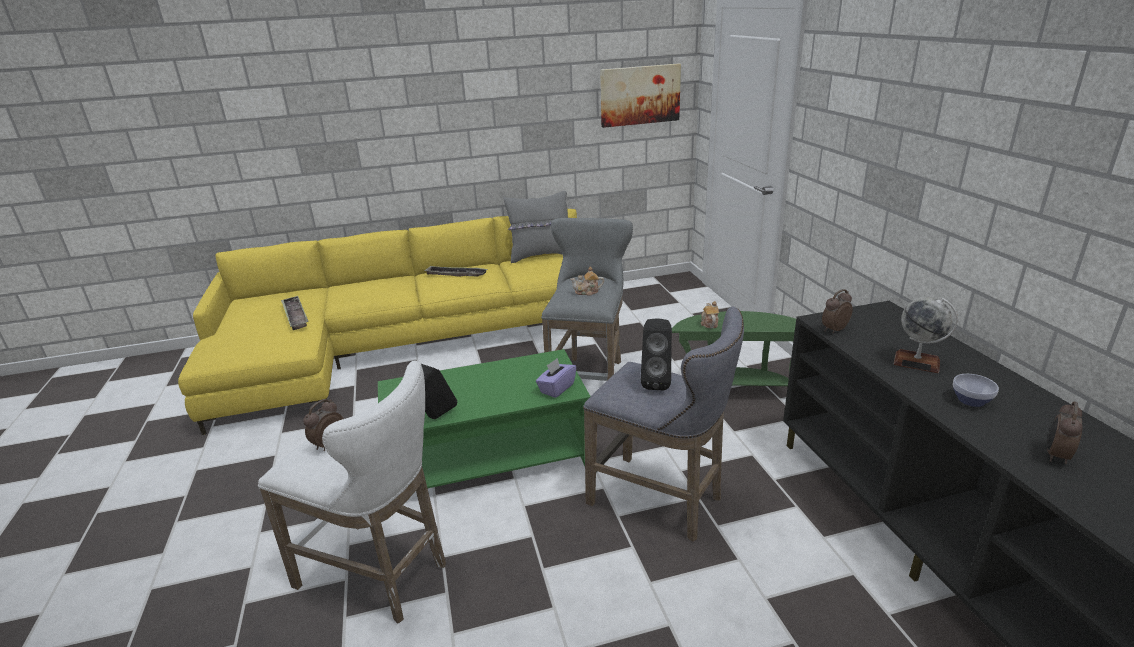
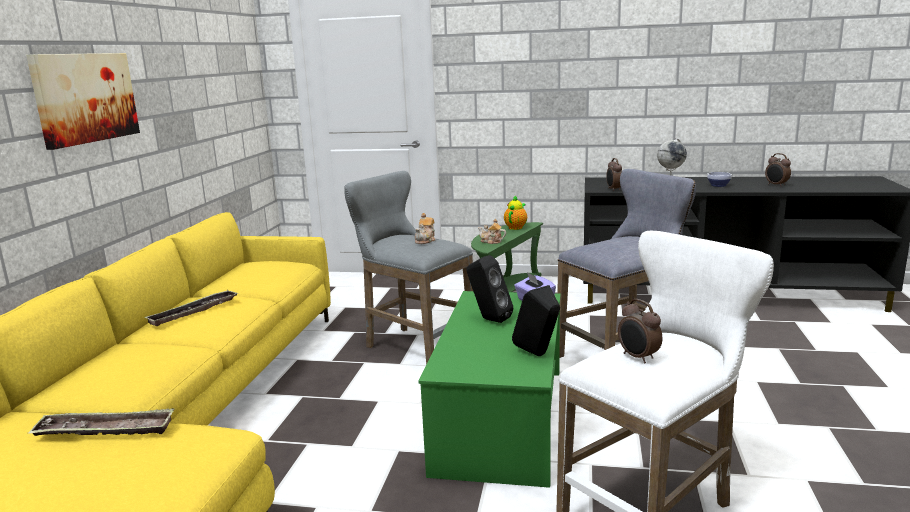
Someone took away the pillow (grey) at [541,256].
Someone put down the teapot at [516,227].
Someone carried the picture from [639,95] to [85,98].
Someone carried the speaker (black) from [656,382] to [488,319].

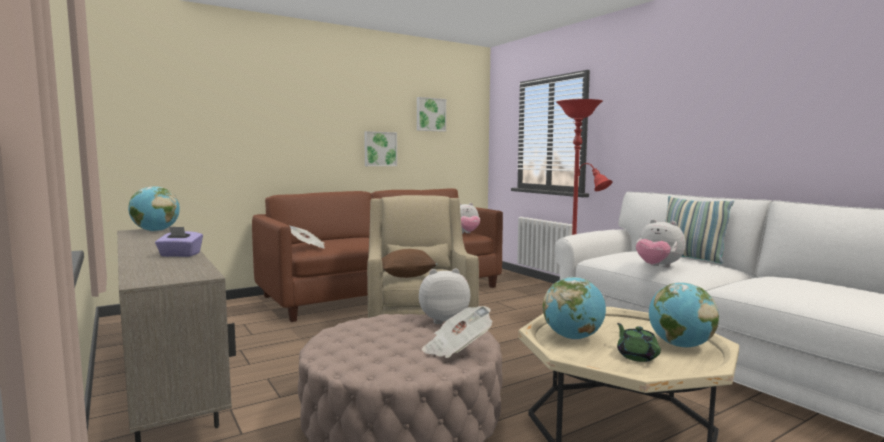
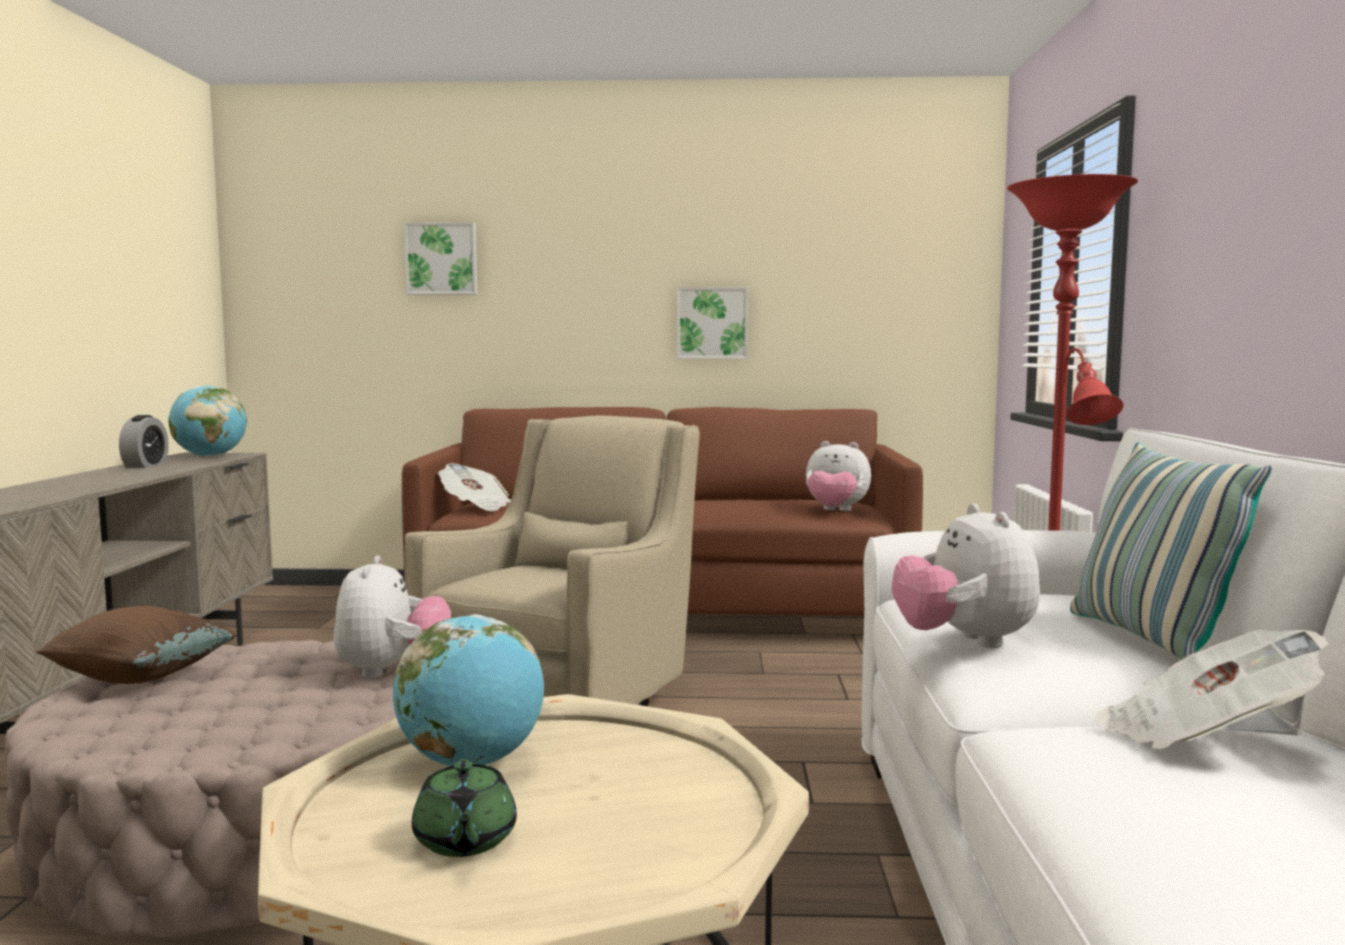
Someone took away the tissue box (purple) at [180,255].
Someone took away the globe at [680,345].
Someone put down the alarm clock at [145,465].
Someone carried the pillow (brown) from [407,276] to [140,677].
Someone carried the picture from [430,114] to [442,259].
Someone carried the newspaper from [456,349] to [1202,737].
Someone rotated the plush toy at [443,320] by 60 degrees clockwise.
Someone rotated the teapot (green) at [637,356] by 150 degrees clockwise.

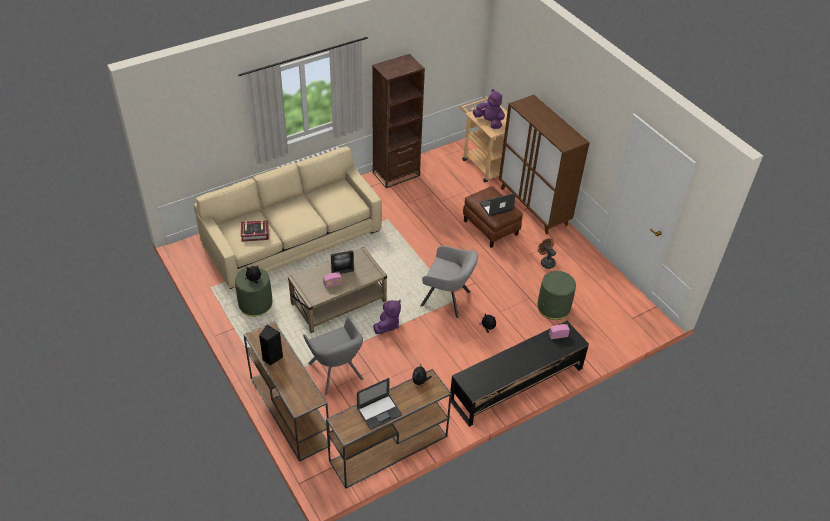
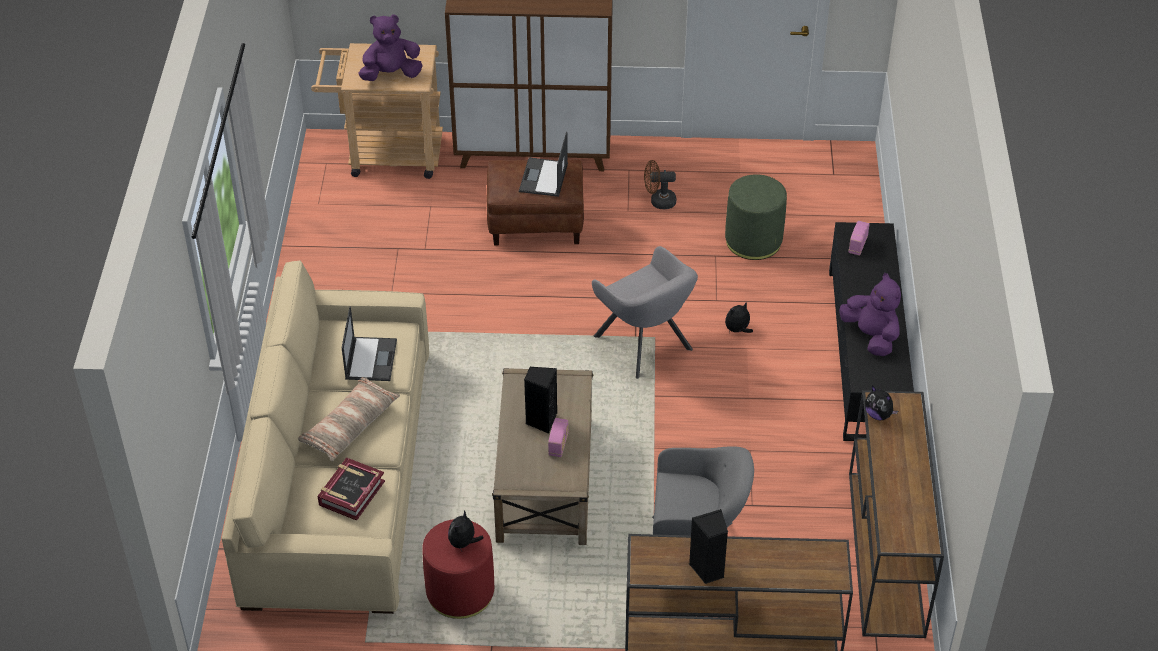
Someone took away the bookcase (brown) at [396,174].
Someone put down the pillow at [349,425].
Someone carried the laptop from [379,411] to [371,359].
Someone carried the plush toy (purple) from [387,325] to [871,336].
Someone swapped the picture frame at [342,272] for the speaker (black) at [541,420].
Someone repainted the ottoman (green) at [255,304], which became the ottoman (red) at [460,592].
Someone rotated the armchair (grey) at [447,299] by 90 degrees clockwise.

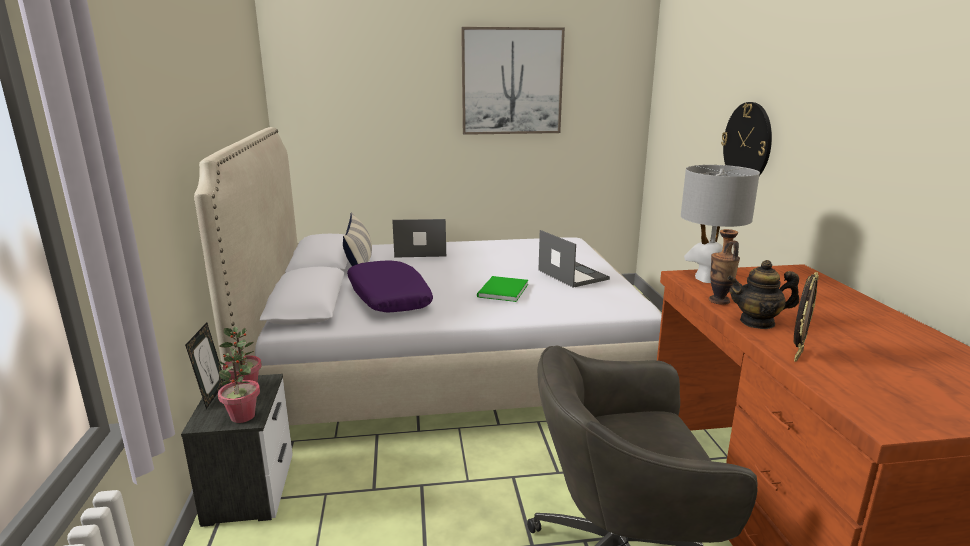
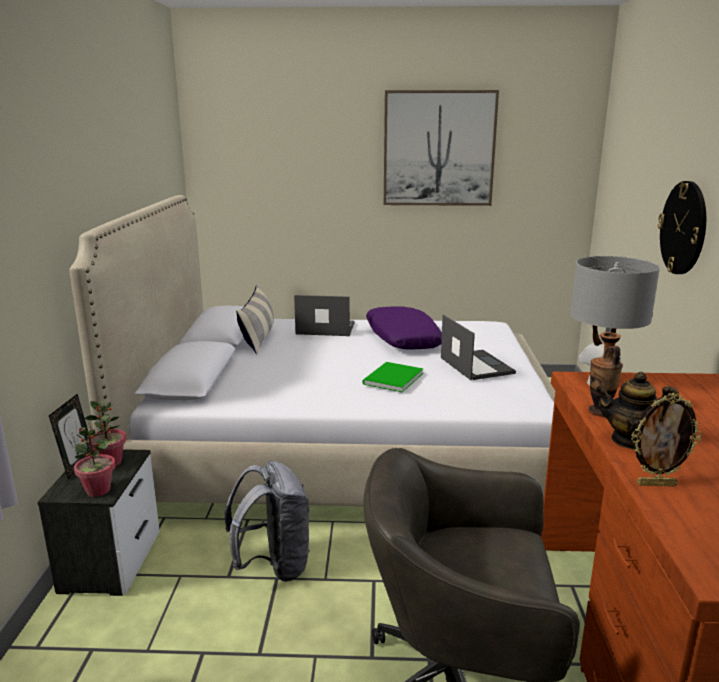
Someone put down the backpack (grey) at [273,566].
Someone carried the pillow (purple) from [388,297] to [402,338].
Someone rotated the picture frame at [797,355] by 45 degrees clockwise.

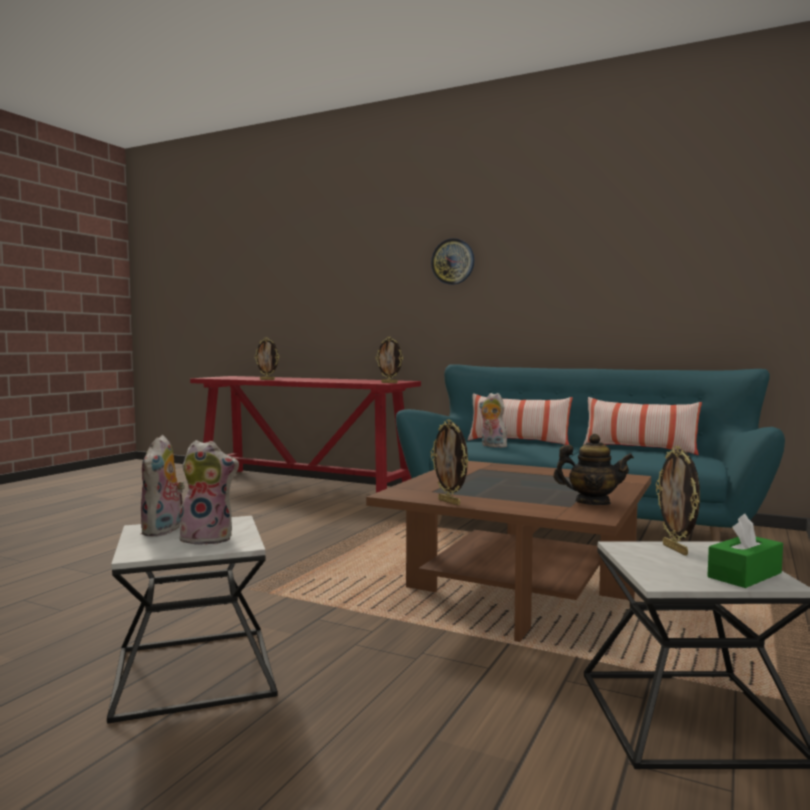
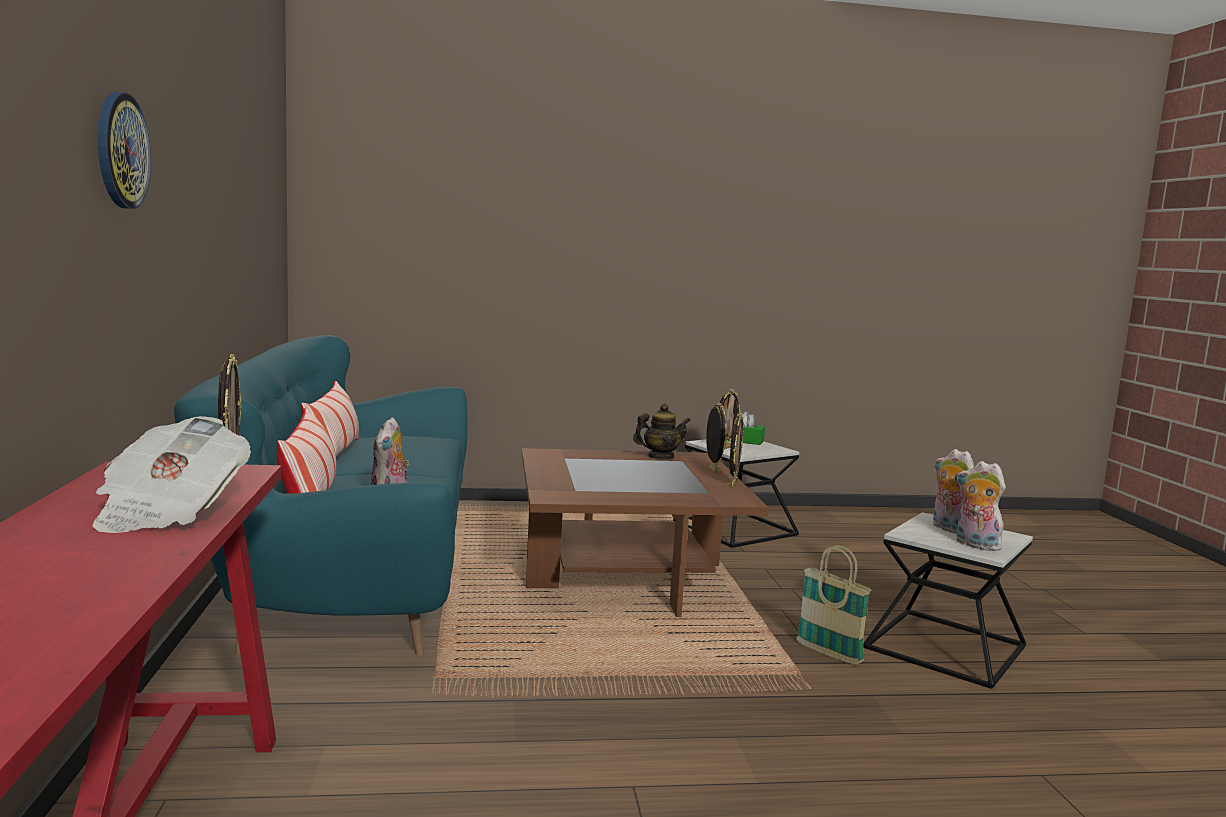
Someone put down the newspaper at [168,512].
Someone put down the basket at [828,653].
Someone carried the picture frame from [267,379] to [713,470].
Someone rotated the plush toy at [164,531] by 105 degrees counterclockwise.
Someone rotated the teapot at [592,502] by 90 degrees clockwise.

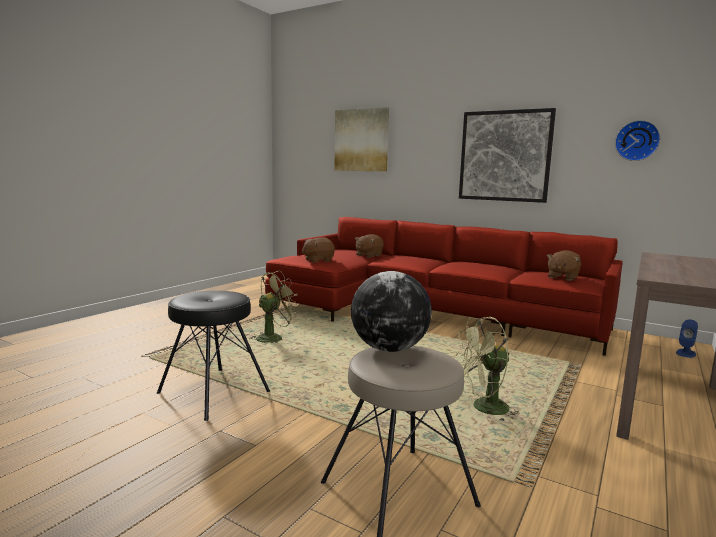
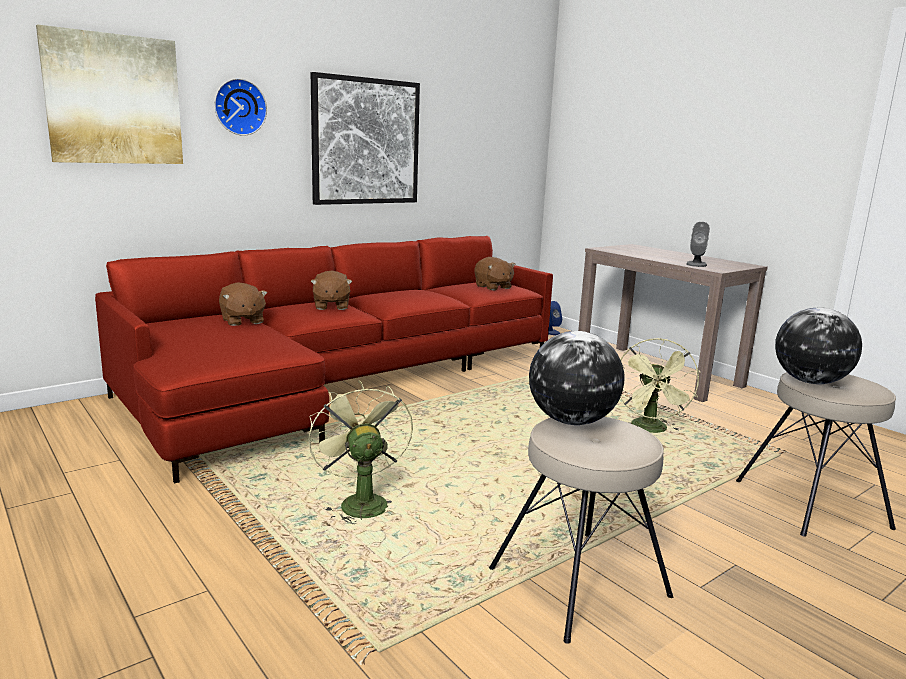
Someone put down the globe at [572,421].
Someone put down the speaker (grey) at [696,264].
Someone carried the plush toy (brown) from [318,260] to [331,306].
Someone carried the wall clock from [637,141] to [239,107].
Someone repainted the stool (black) at [213,393], which became the stool (beige) at [580,583].

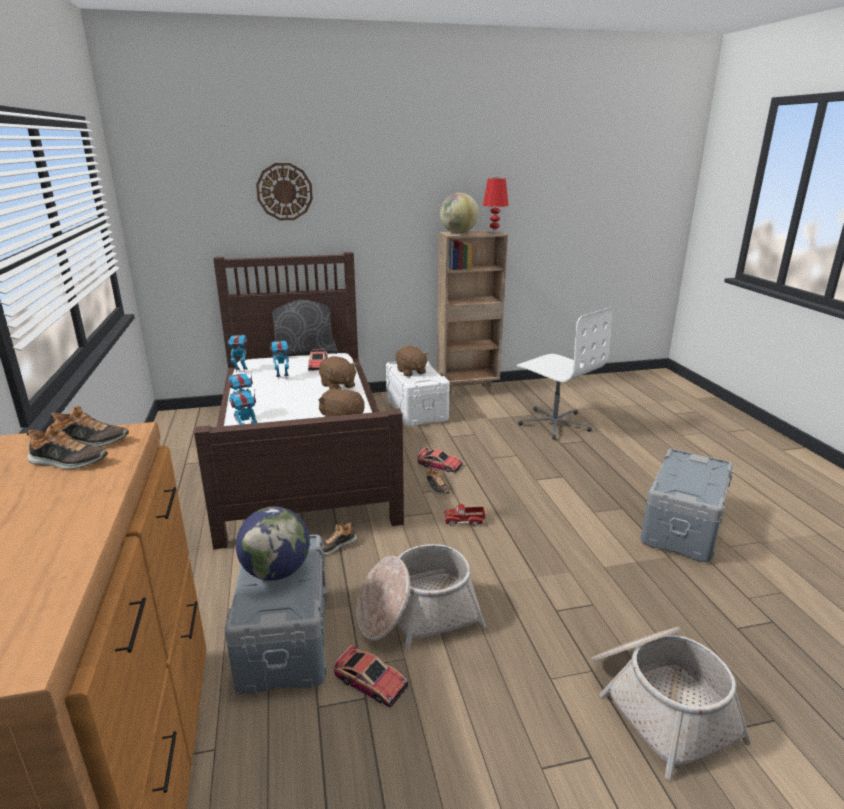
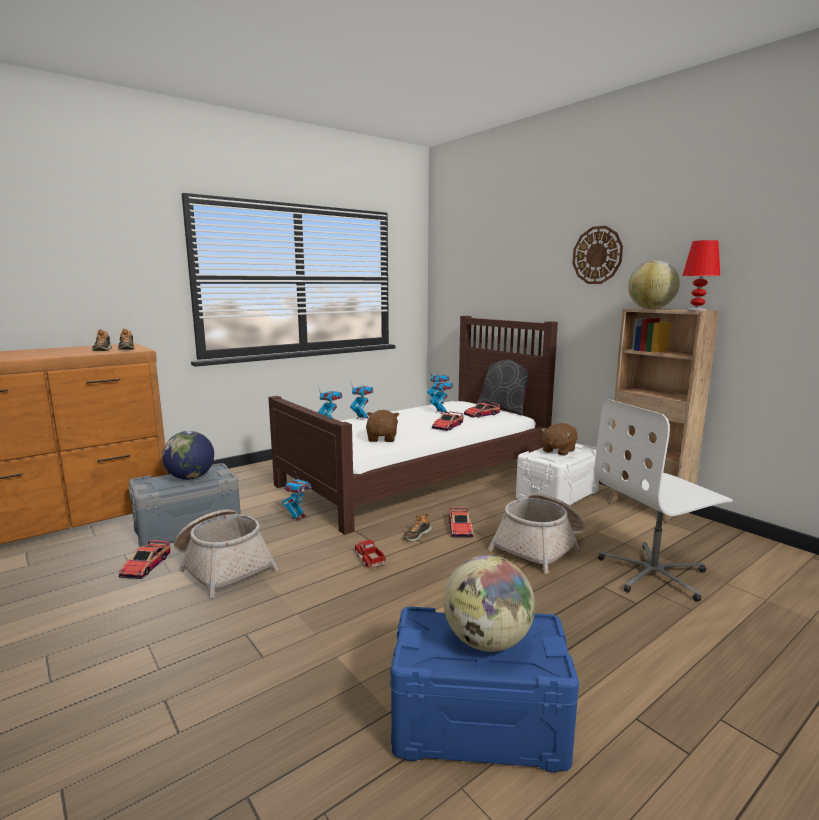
Someone put down the globe at [486,641].
Someone carried the wall clock from [284,191] to [597,255].
Someone carried the basket from [659,704] to [540,546].
Someone swapped the plush toy (brown) at [337,386] for the toy car at [447,426].
Someone swapped the shoe at [336,546] for the toy robot at [298,517].
Someone repainted the storage box (grey) at [681,527], which became the storage box (blue) at [478,721].
Someone rotated the office chair (white) at [554,423] by 45 degrees clockwise.

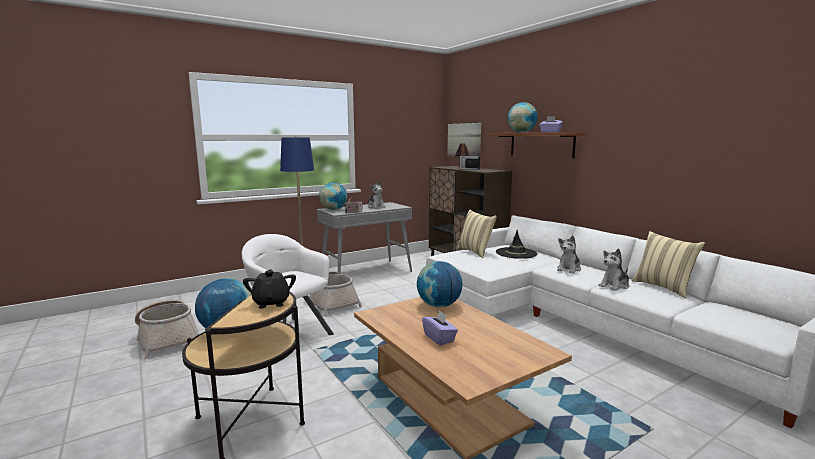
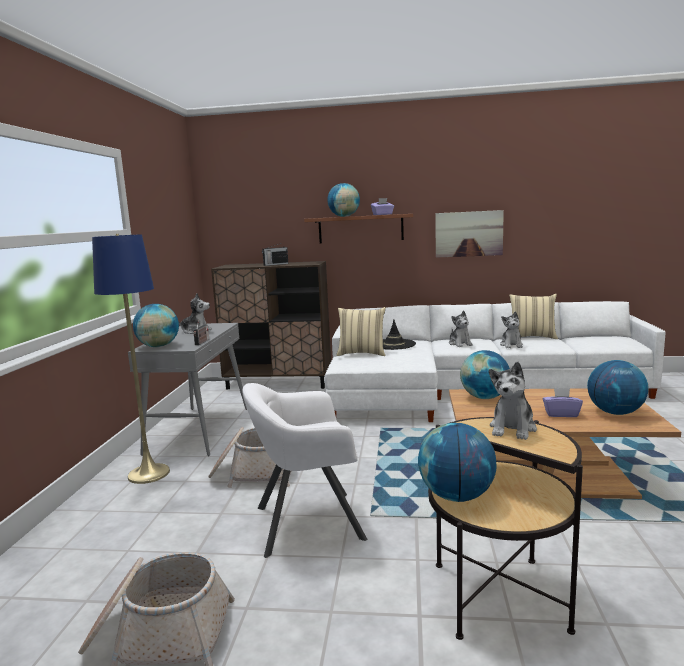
Someone put down the globe at [615,413].
Someone carried the picture from [464,140] to [468,234].
Someone swapped the teapot (black) at [271,303] for the plush toy at [513,428].

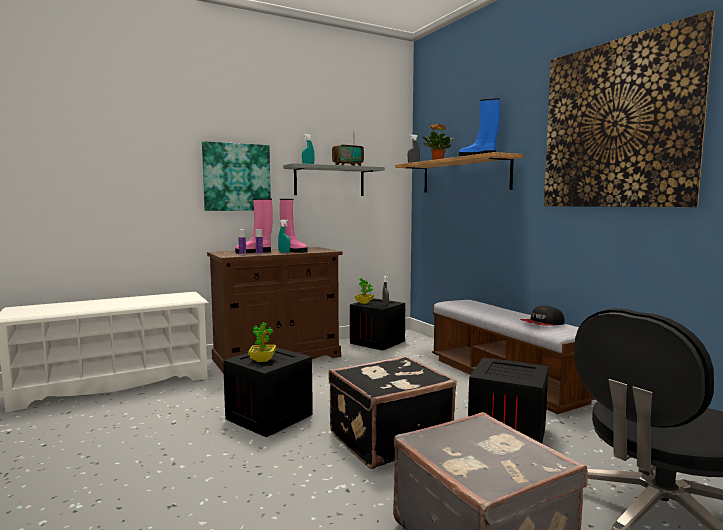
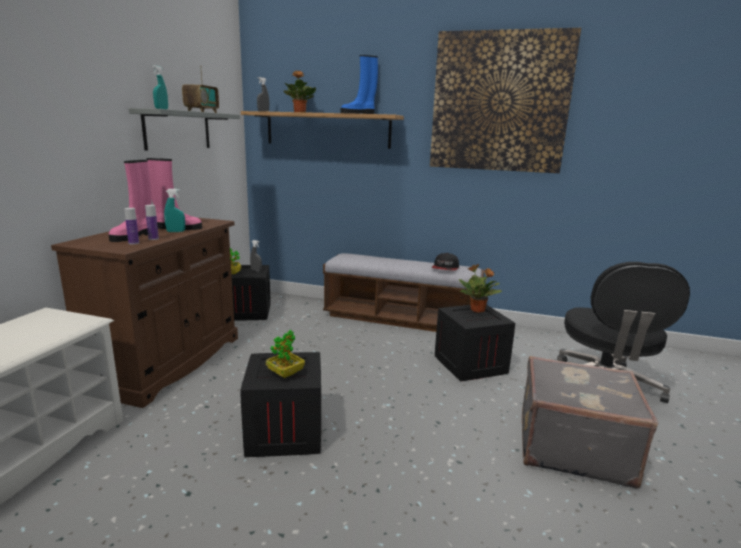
Someone took away the picture at [236,177].
Someone took away the suitcase (black) at [388,439].
Someone put down the potted plant at [478,310].

